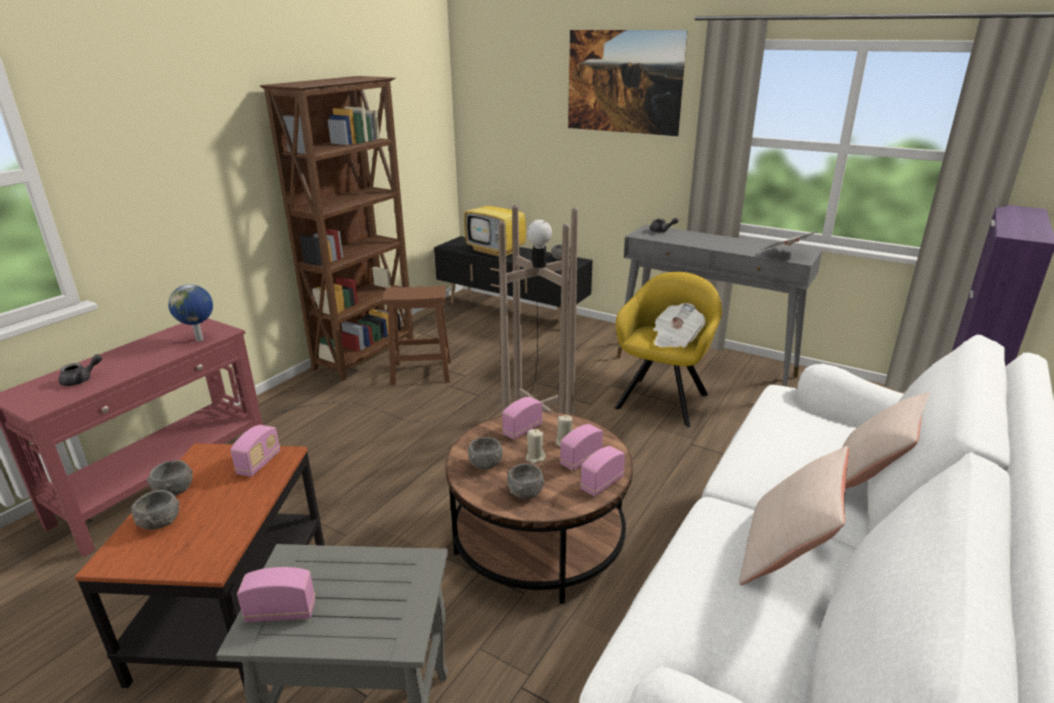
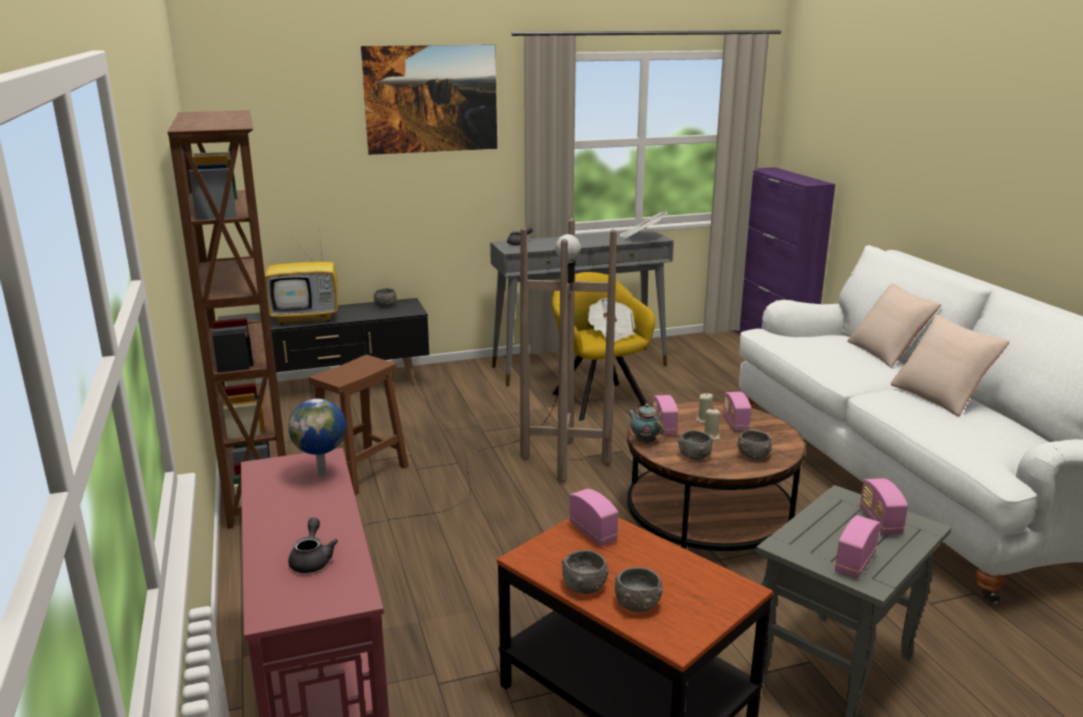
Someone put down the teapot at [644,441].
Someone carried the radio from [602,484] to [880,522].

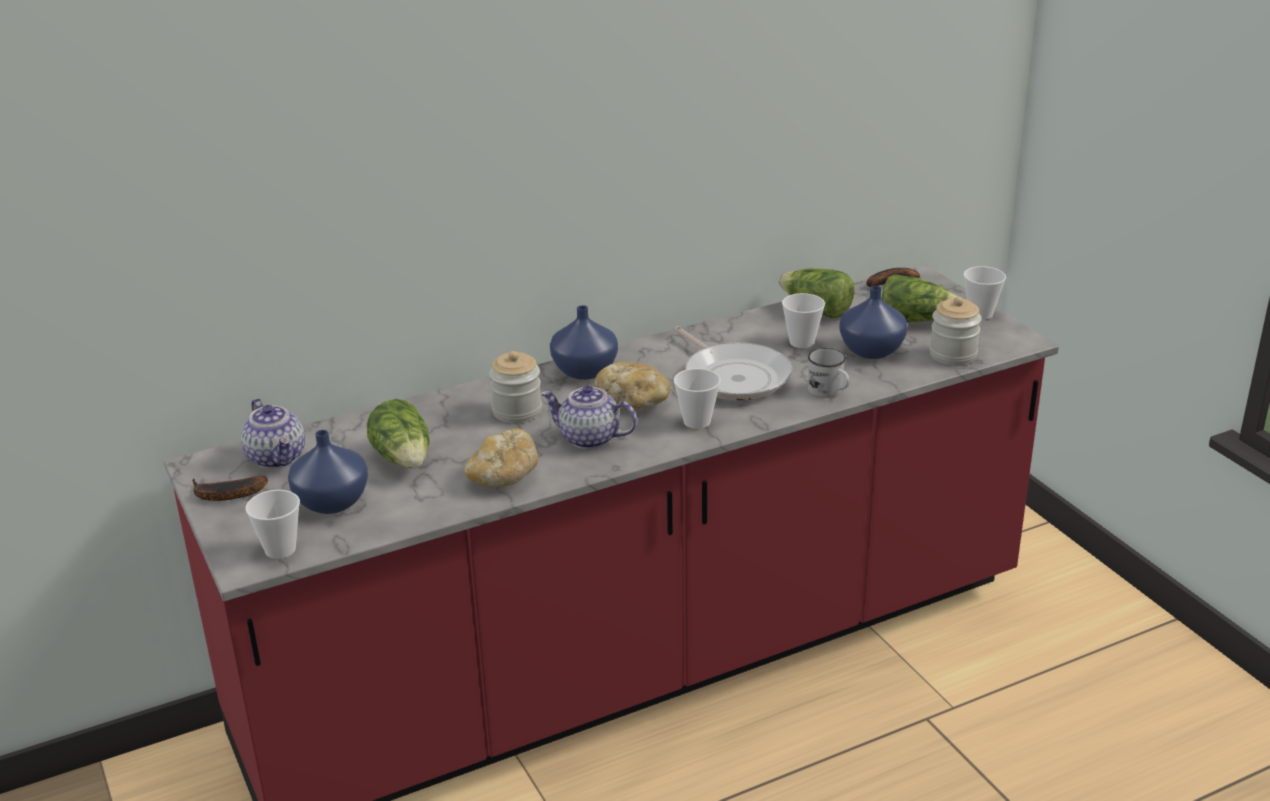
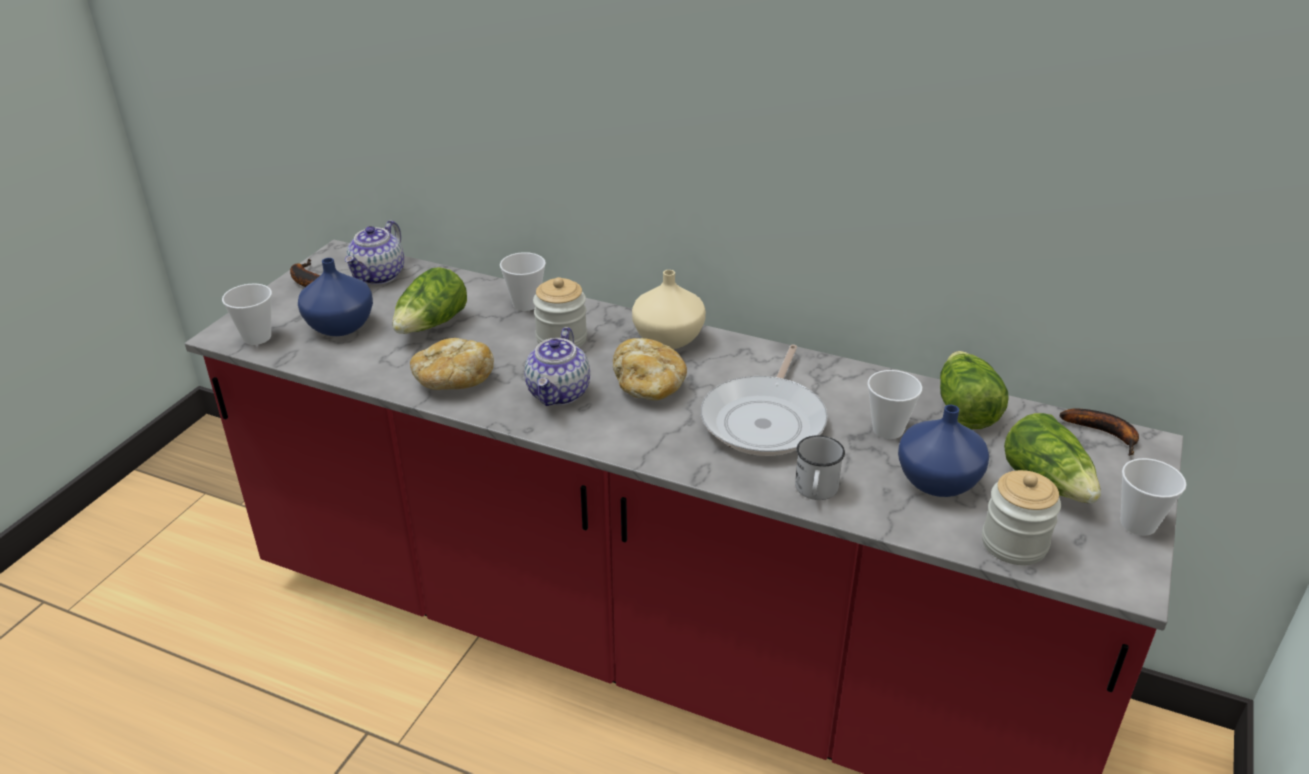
Someone carried the cup from [697,421] to [525,304].
Someone repainted the vase (blue) at [585,370], which became the vase (beige) at [669,338].
Someone rotated the teapot at [588,438] by 150 degrees counterclockwise.

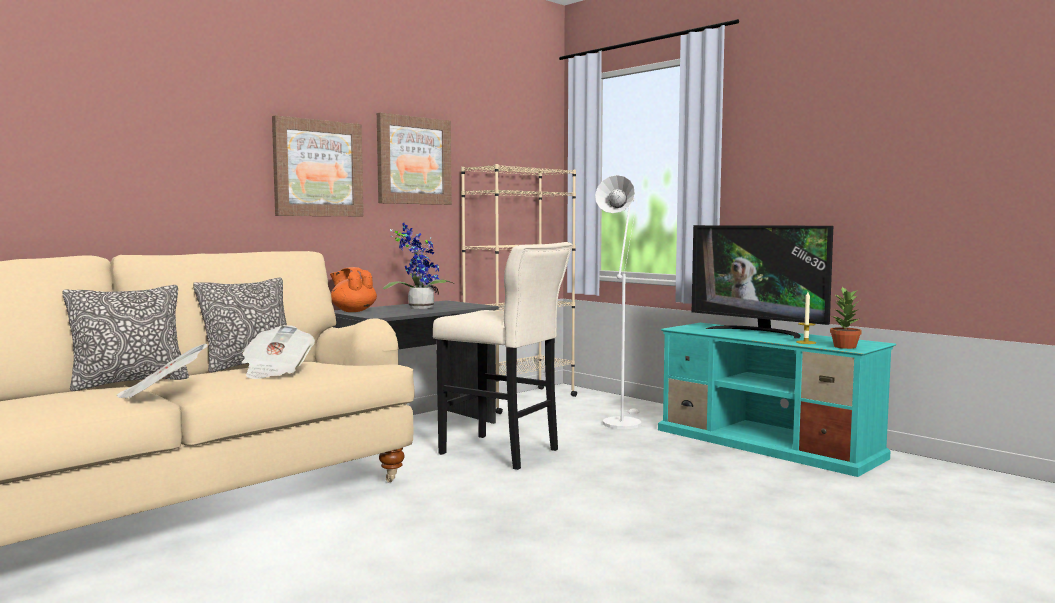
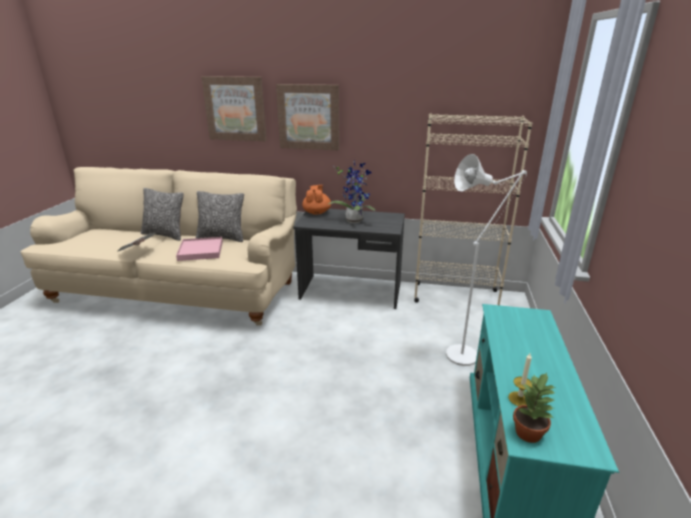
Someone took away the stool (beige) at [504,453].
Someone took away the television at [759,332].
Someone carried the picture from [413,160] to [235,108].
Someone swapped the newspaper at [276,372] for the tray (pink) at [200,251].

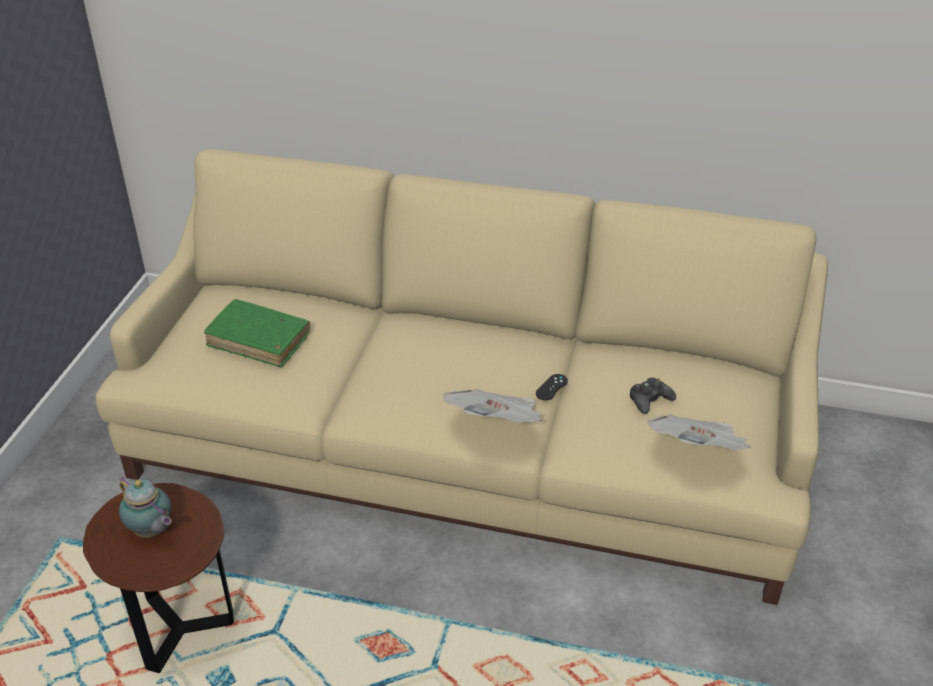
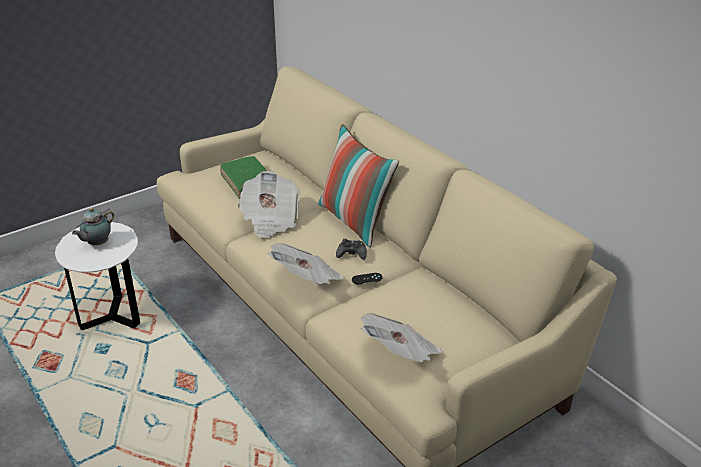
Someone put down the newspaper at [270,219].
Someone put down the pillow at [355,221].
Someone carried the game controller (black) from [649,400] to [352,254].
Someone repainted the side table (brown) at [180,630], which became the side table (white) at [112,318].
Someone rotated the teapot at [152,531] by 45 degrees clockwise.

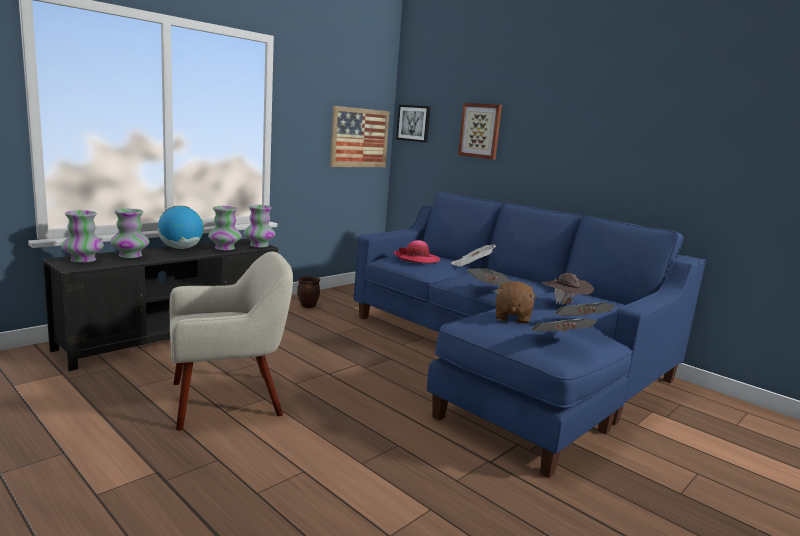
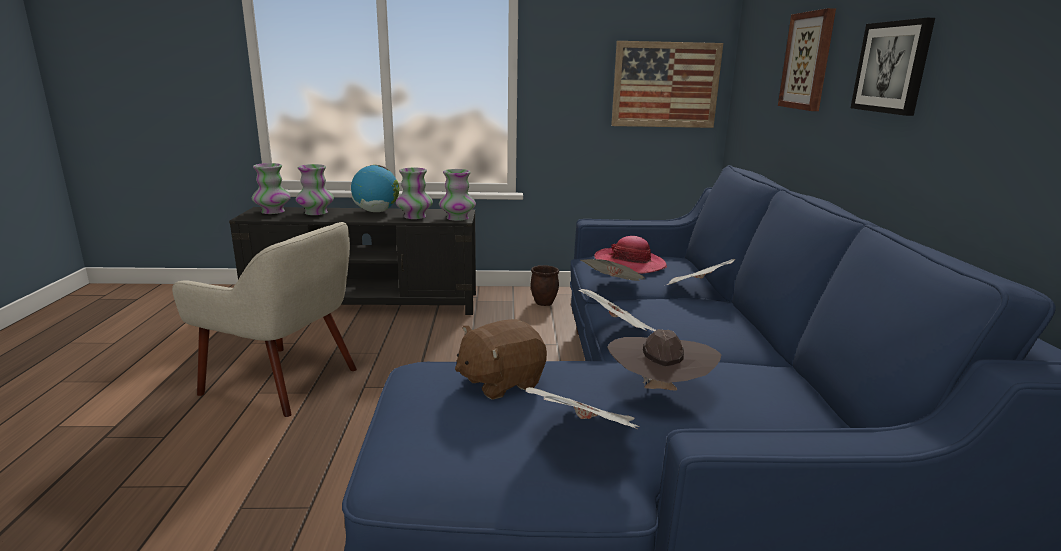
Someone carried the picture from [414,123] to [892,67].
Someone carried the newspaper from [560,342] to [613,287].

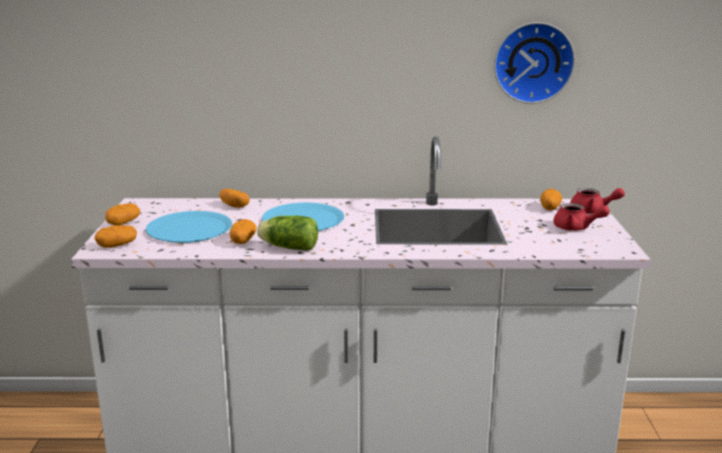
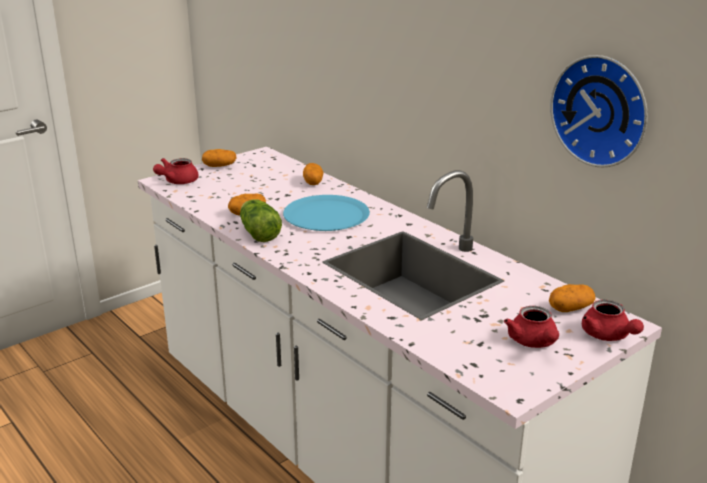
Someone took away the plate (blue) at [189,229].
Someone swapped the potato at [117,245] for the teapot (red) at [177,181].

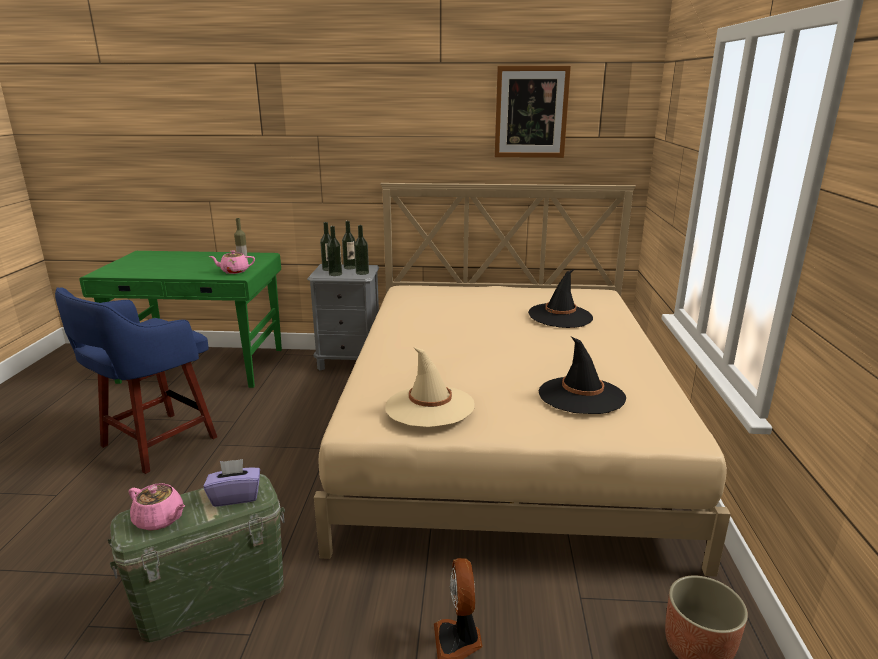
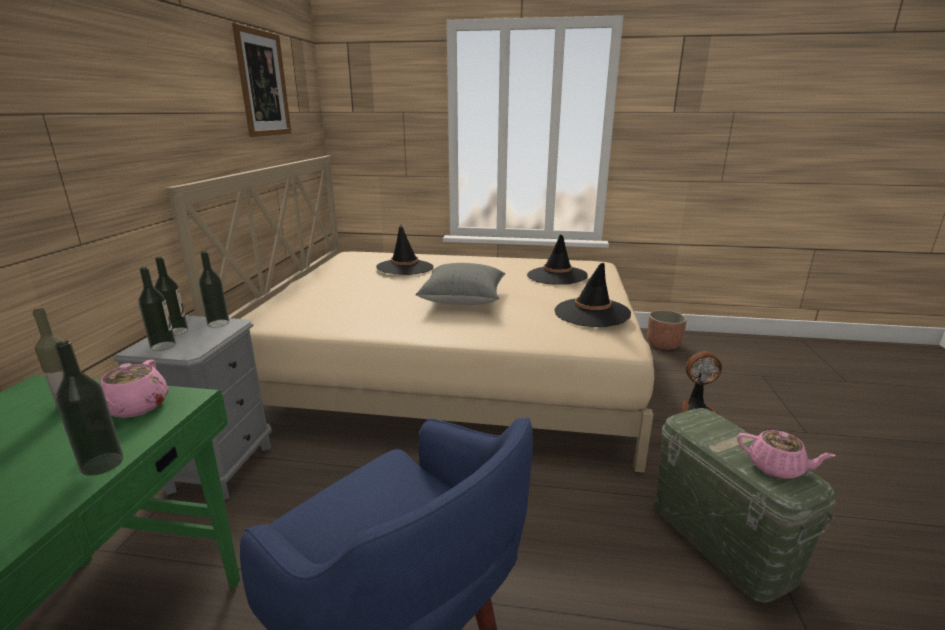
Someone took away the tissue box (purple) at [235,496].
Someone put down the pillow (grey) at [463,300].
Someone carried the bottle from [335,274] to [102,463].
Someone repainted the hat (beige) at [429,406], which became the hat (black) at [592,313].
Someone rotated the teapot (pink) at [160,519] by 90 degrees clockwise.

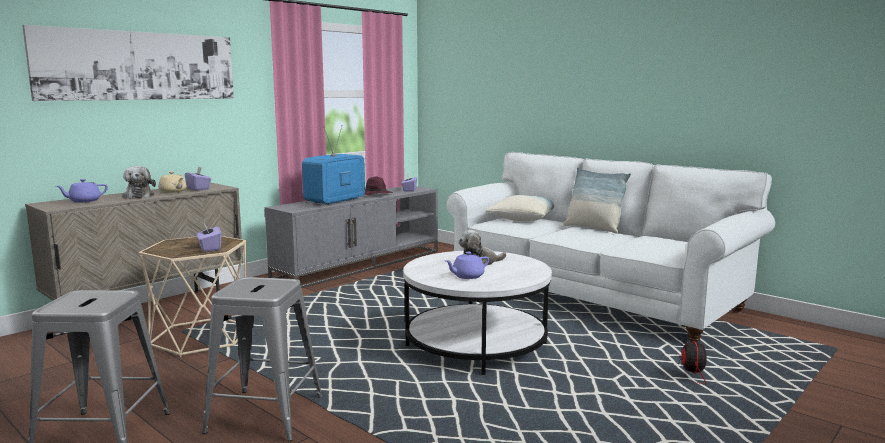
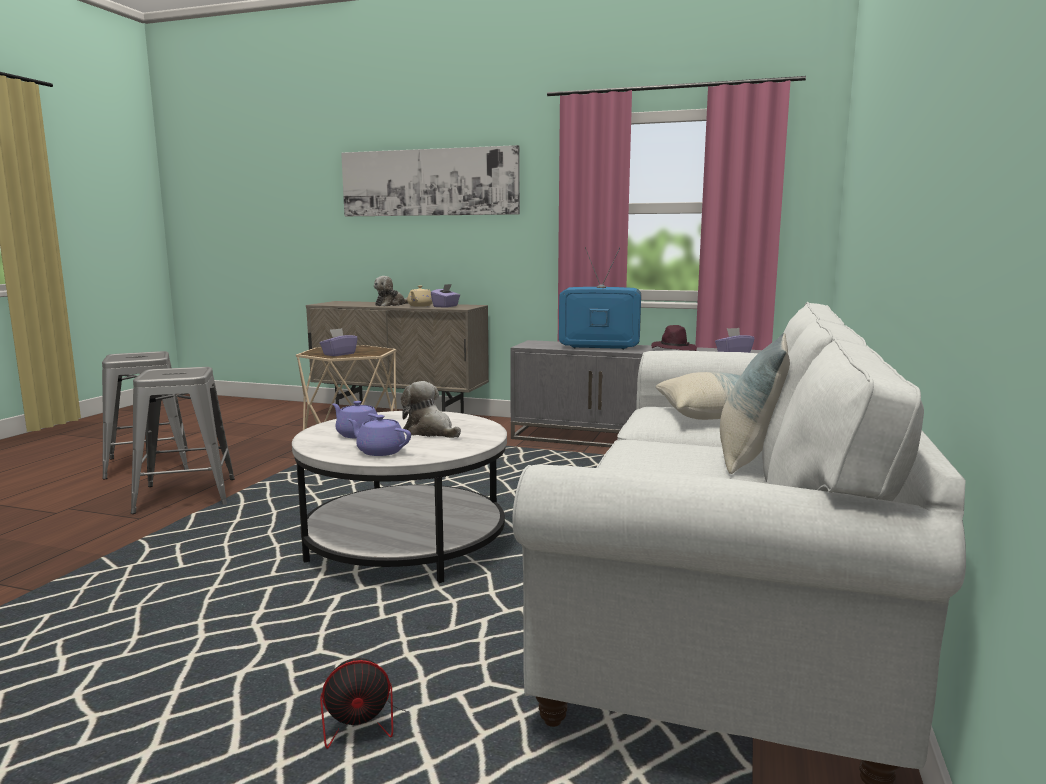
Someone carried the teapot (purple) from [84,201] to [380,451].

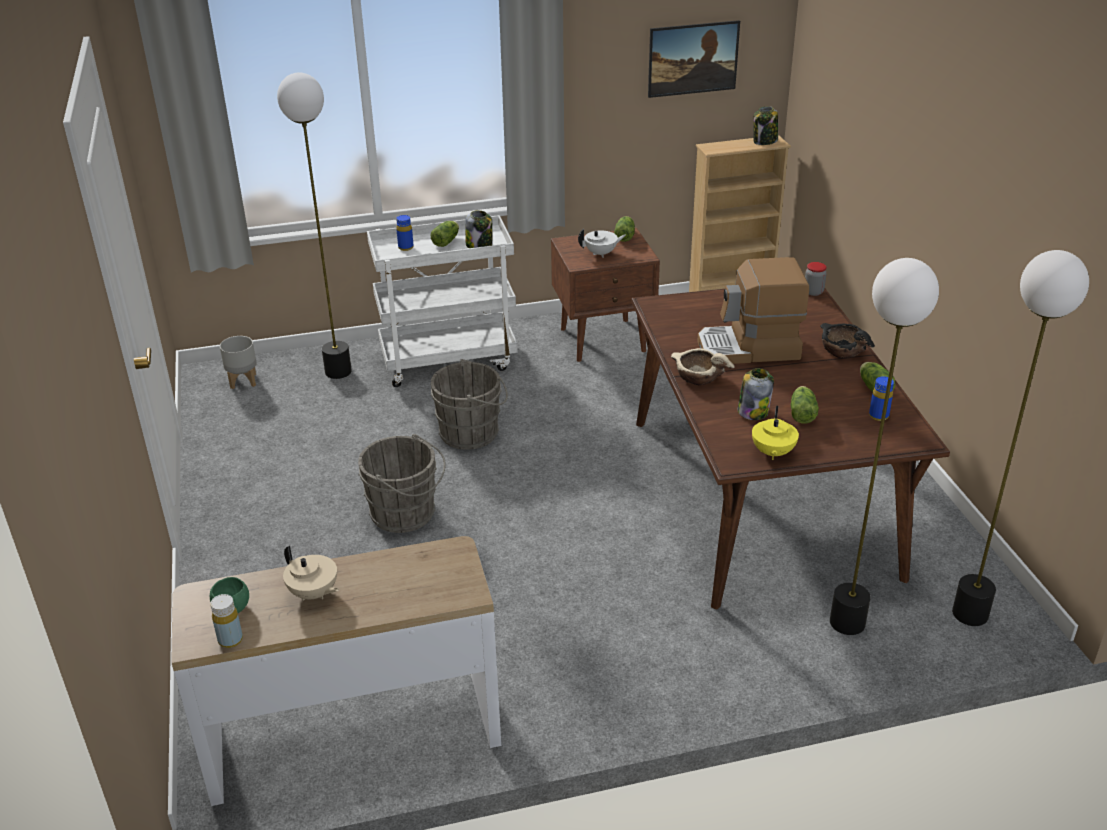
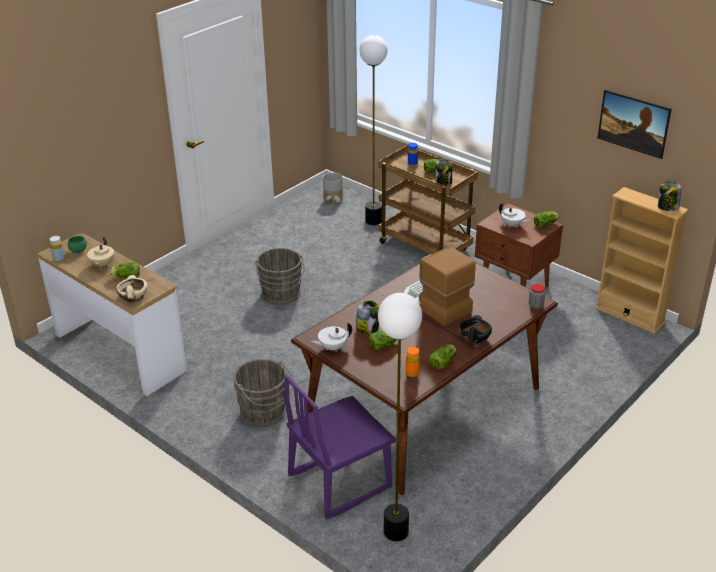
Someone put down the lettuce at [125,277].
Someone carried the bucket (grey) from [473,432] to [265,414].
Someone carried the bowl (beige) from [698,377] to [133,296].
Someone swapped the floor lamp at [846,622] for the chair (purple) at [339,481].
Someone repainted the cart (white) at [449,360], which became the cart (brown) at [426,247].
Someone repainted the teapot (yellow) at [772,453], which became the teapot (white) at [332,347].
Someone repainted the bottle (blue) at [878,416], which became the bottle (orange) at [412,373].

